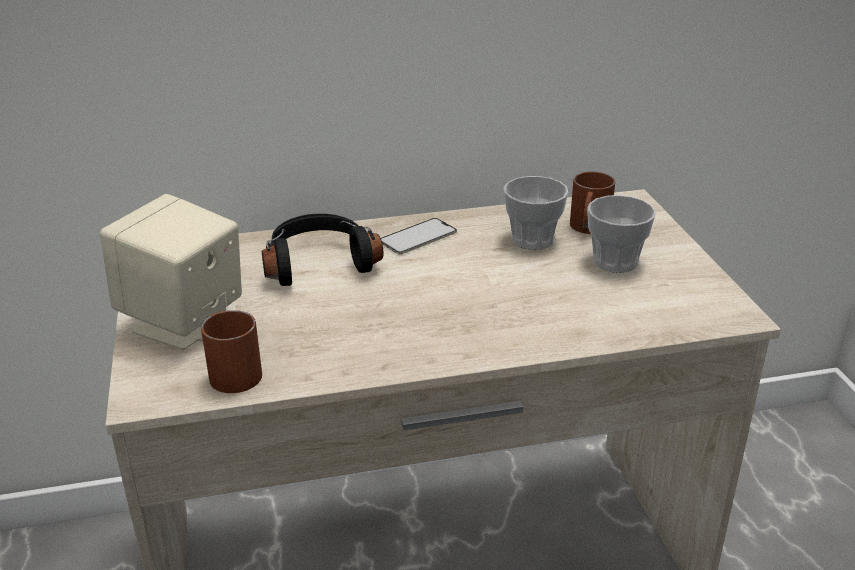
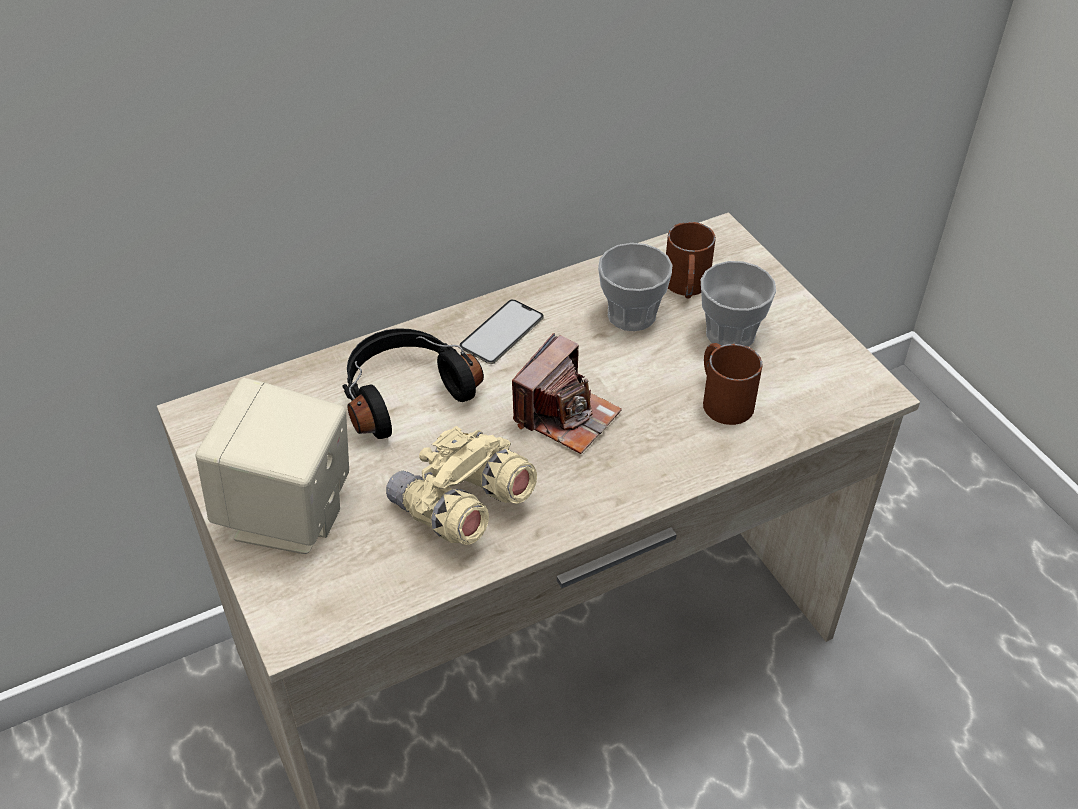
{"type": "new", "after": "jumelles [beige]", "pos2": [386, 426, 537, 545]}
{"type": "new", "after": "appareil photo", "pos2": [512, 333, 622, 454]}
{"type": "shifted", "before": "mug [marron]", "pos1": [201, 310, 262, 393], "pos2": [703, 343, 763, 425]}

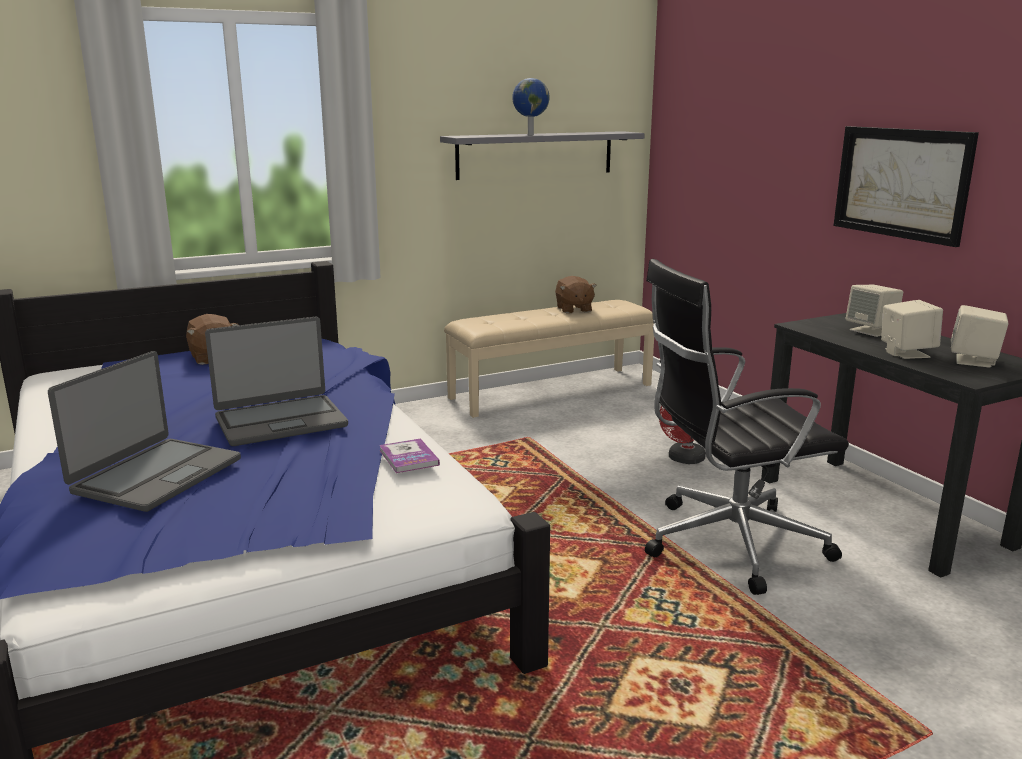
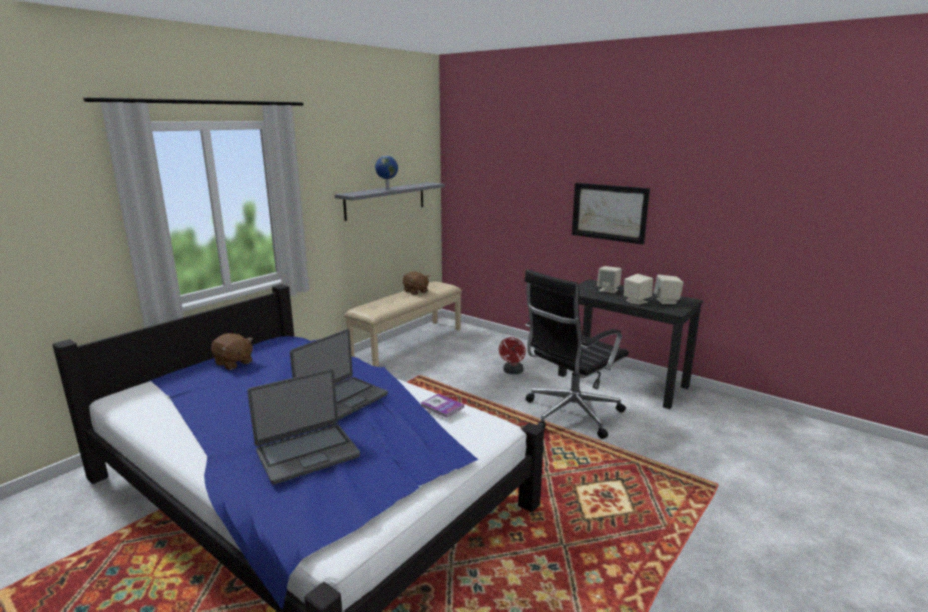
{"type": "rotated", "before": "ordinateur portable", "pos1": [48, 351, 241, 512], "pos2": [247, 369, 360, 484], "turn": 60}

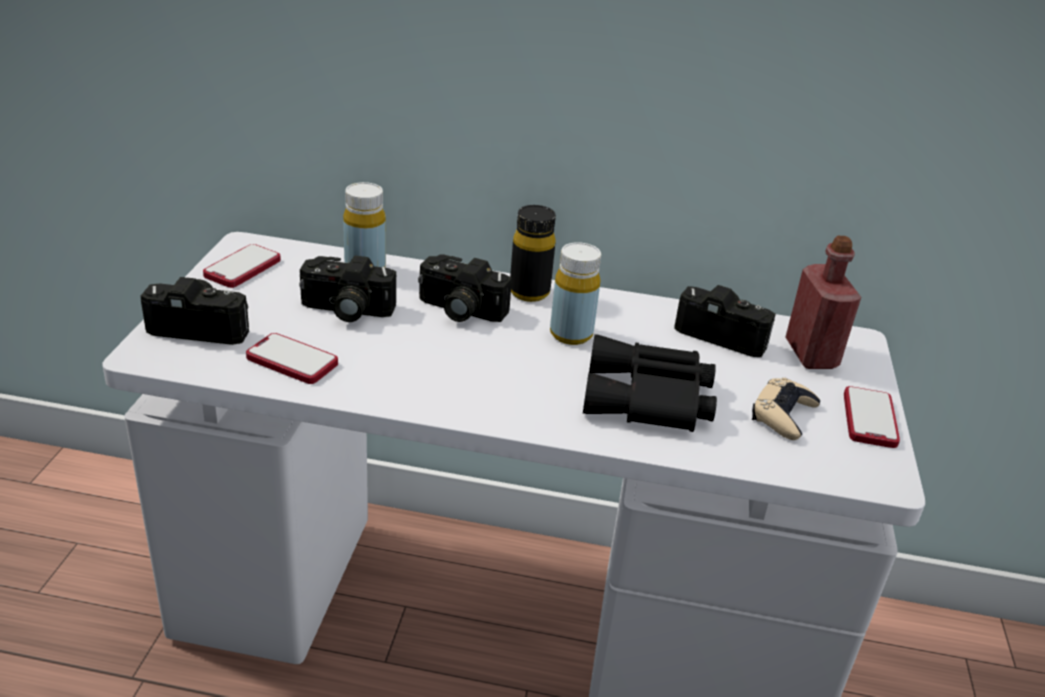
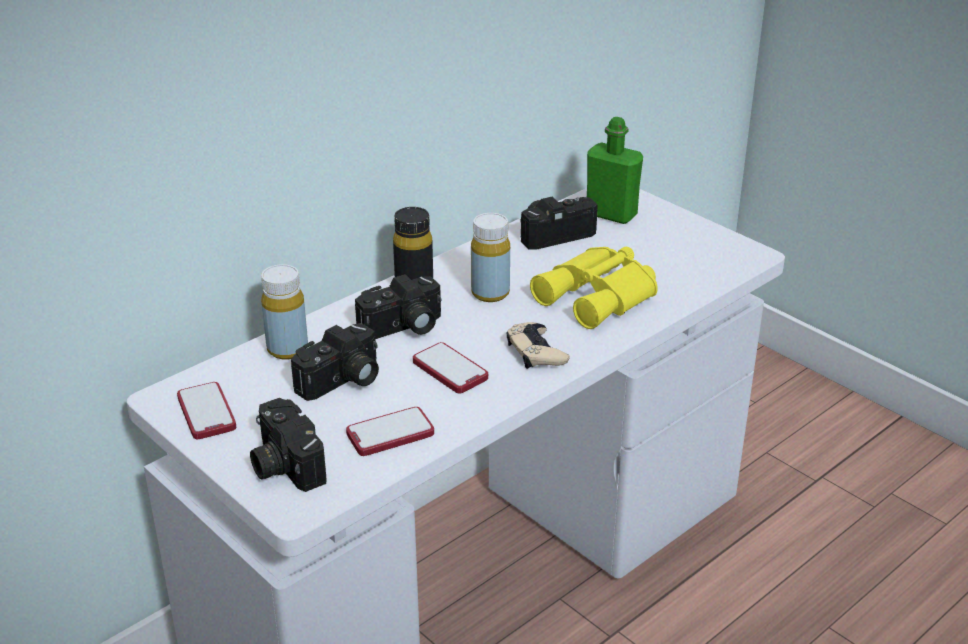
{"type": "rotated", "before": "appareil photo", "pos1": [141, 277, 249, 345], "pos2": [250, 398, 326, 492], "turn": -75}
{"type": "shifted", "before": "téléphone", "pos1": [844, 386, 900, 448], "pos2": [413, 342, 488, 393]}
{"type": "shifted", "before": "manette [beige]", "pos1": [752, 378, 820, 440], "pos2": [506, 322, 570, 369]}
{"type": "repainted", "before": "jumelles [noir]", "after": "jumelles [jaune]", "pos1": [583, 334, 717, 432], "pos2": [530, 247, 658, 329]}
{"type": "repainted", "before": "bouteille [rouge]", "after": "bouteille [vert]", "pos1": [785, 236, 861, 369], "pos2": [587, 117, 643, 224]}

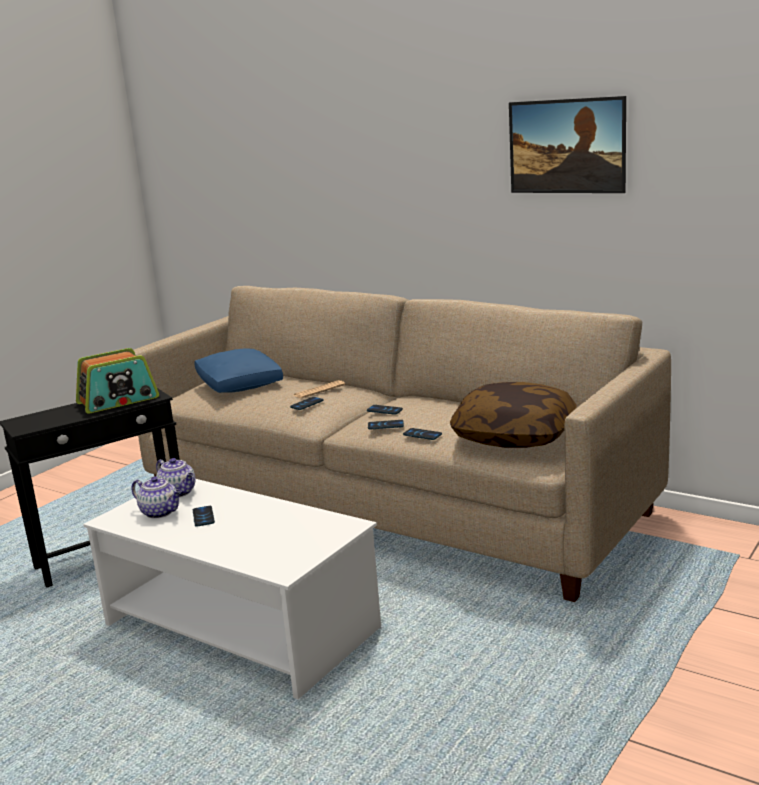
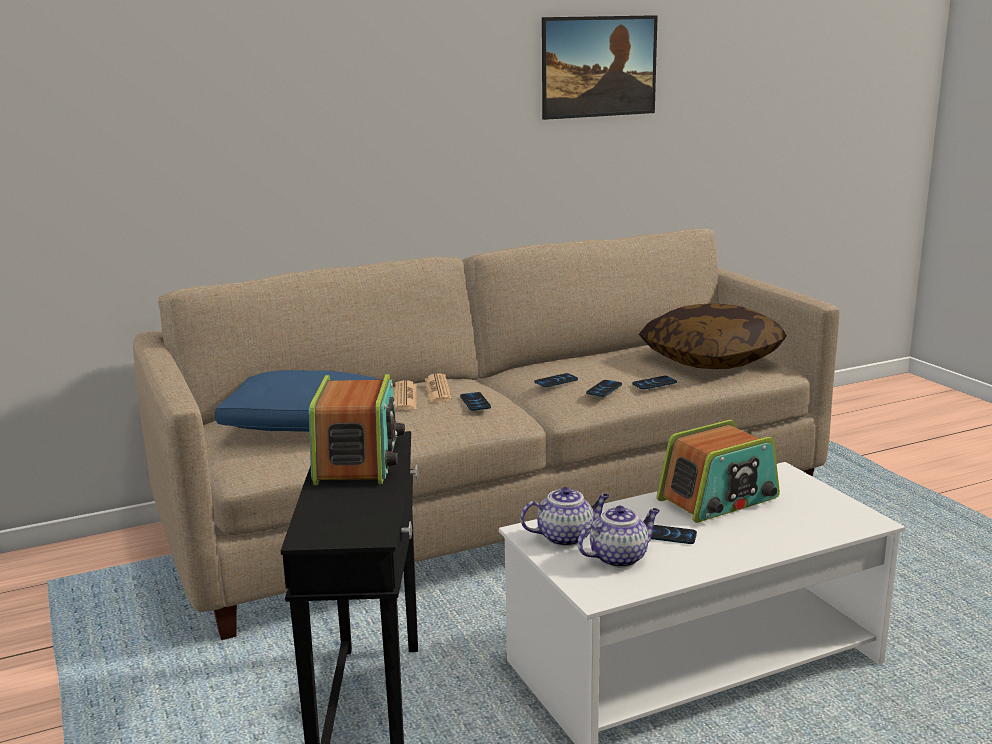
{"type": "new", "after": "journal", "pos2": [395, 380, 417, 411]}
{"type": "new", "after": "radio", "pos2": [657, 420, 780, 523]}

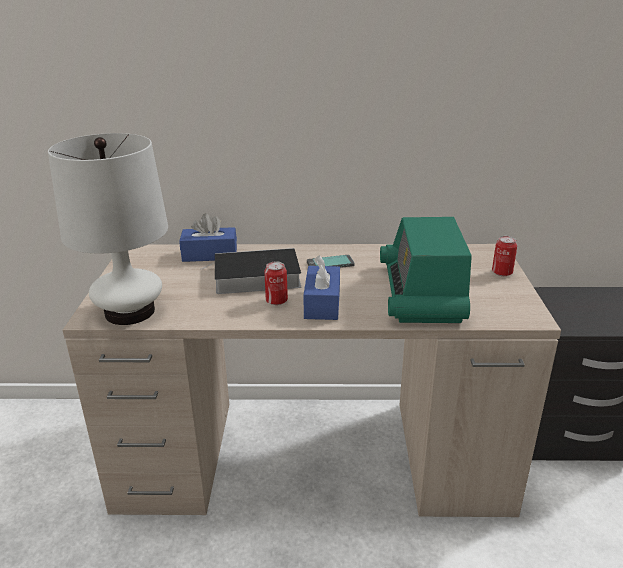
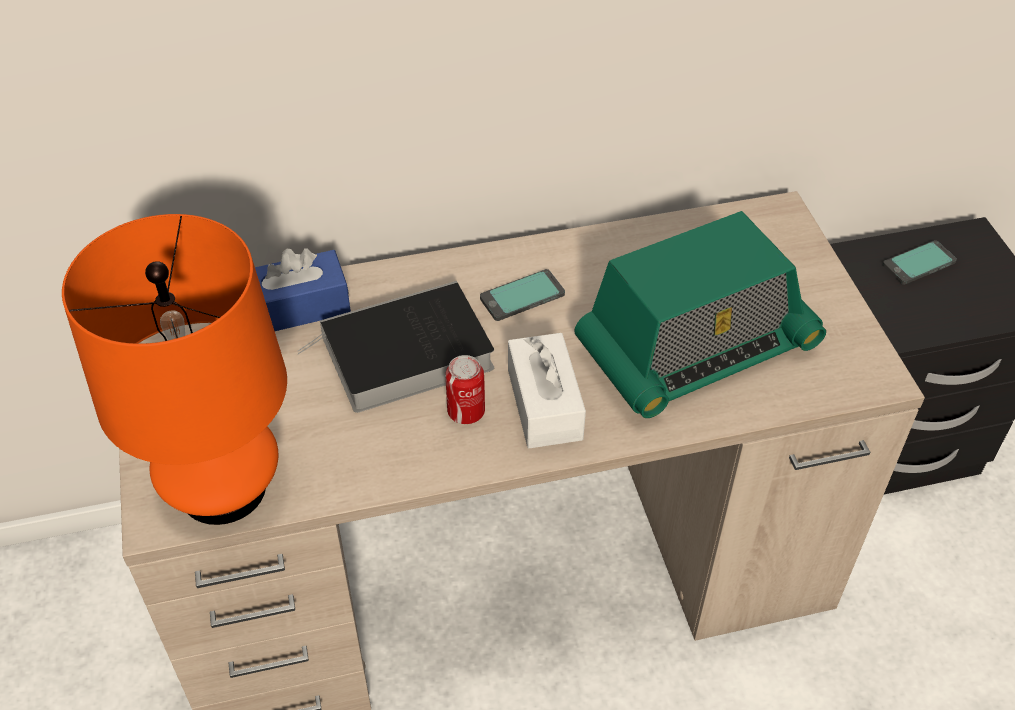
{"type": "repainted", "before": "lampe de table [blanc]", "after": "lampe de table [orange]", "pos1": [48, 133, 168, 325], "pos2": [62, 214, 287, 525]}
{"type": "repainted", "before": "boîte à mouchoirs [bleu]", "after": "boîte à mouchoirs [blanc]", "pos1": [303, 255, 340, 320], "pos2": [508, 333, 586, 448]}
{"type": "rotated", "before": "radio", "pos1": [380, 217, 472, 323], "pos2": [574, 211, 826, 418], "turn": -105}
{"type": "new", "after": "téléphone", "pos2": [883, 240, 957, 285]}
{"type": "gone", "before": "boîte métallique", "pos1": [492, 236, 517, 276]}

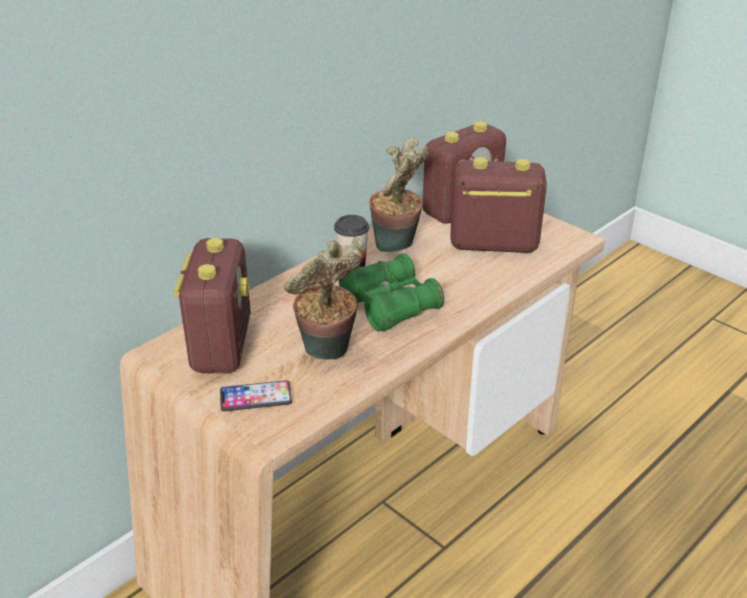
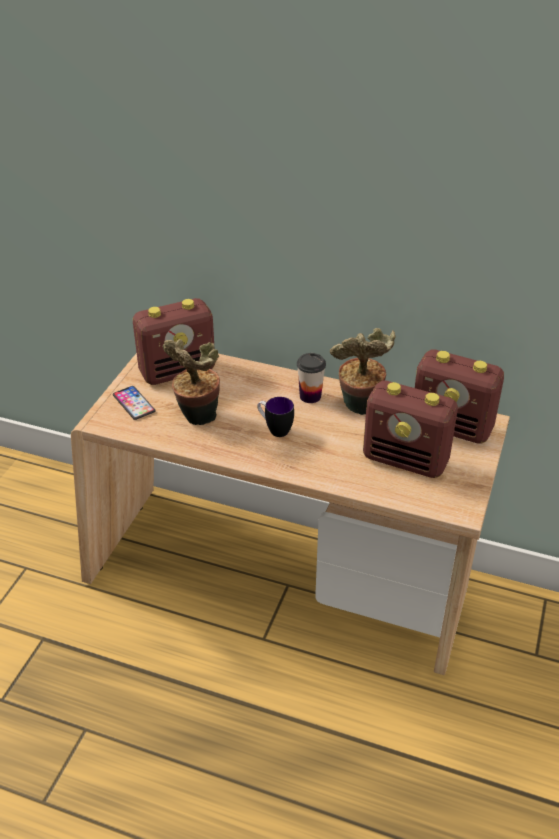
{"type": "swapped", "before": "jumelles [vert]", "after": "mug", "pos1": [338, 253, 445, 332], "pos2": [257, 397, 294, 437]}
{"type": "rotated", "before": "radio", "pos1": [450, 157, 547, 253], "pos2": [363, 380, 458, 478], "turn": 135}

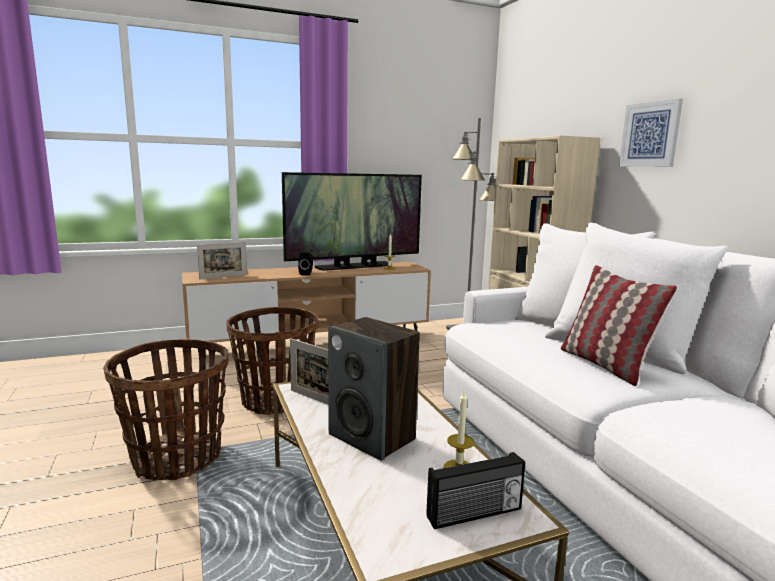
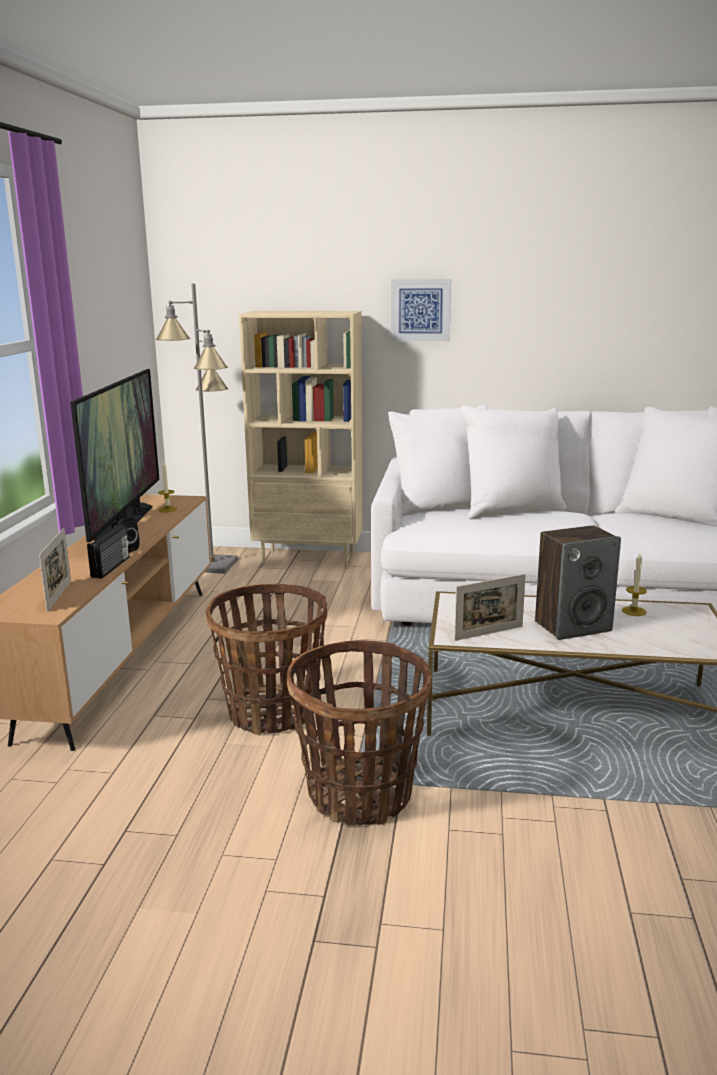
{"type": "shifted", "before": "radio", "pos1": [426, 452, 525, 529], "pos2": [87, 525, 129, 578]}
{"type": "gone", "before": "coussin", "pos1": [561, 265, 677, 386]}

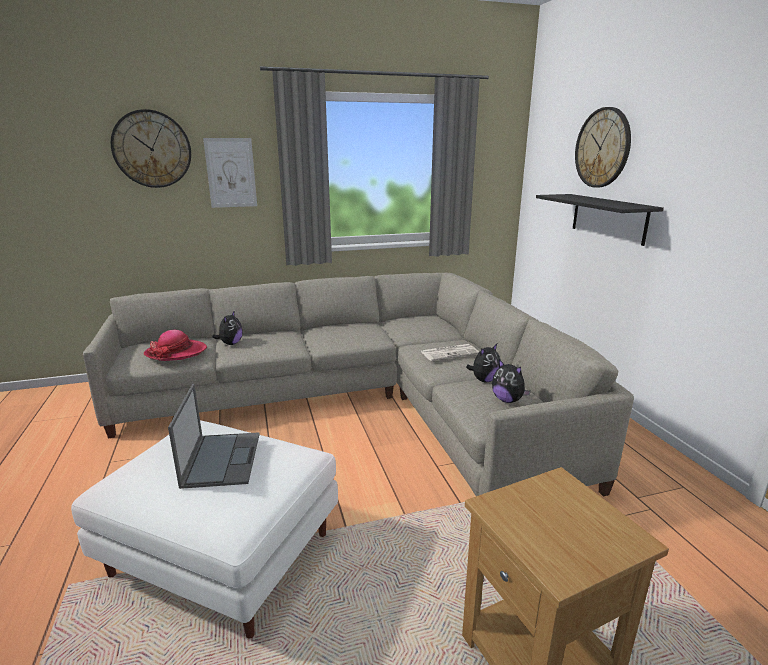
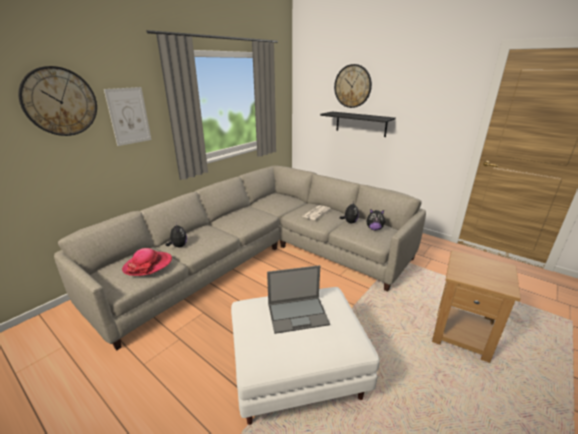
{"type": "rotated", "before": "ordinateur portable", "pos1": [168, 384, 260, 489], "pos2": [267, 265, 330, 334], "turn": 120}

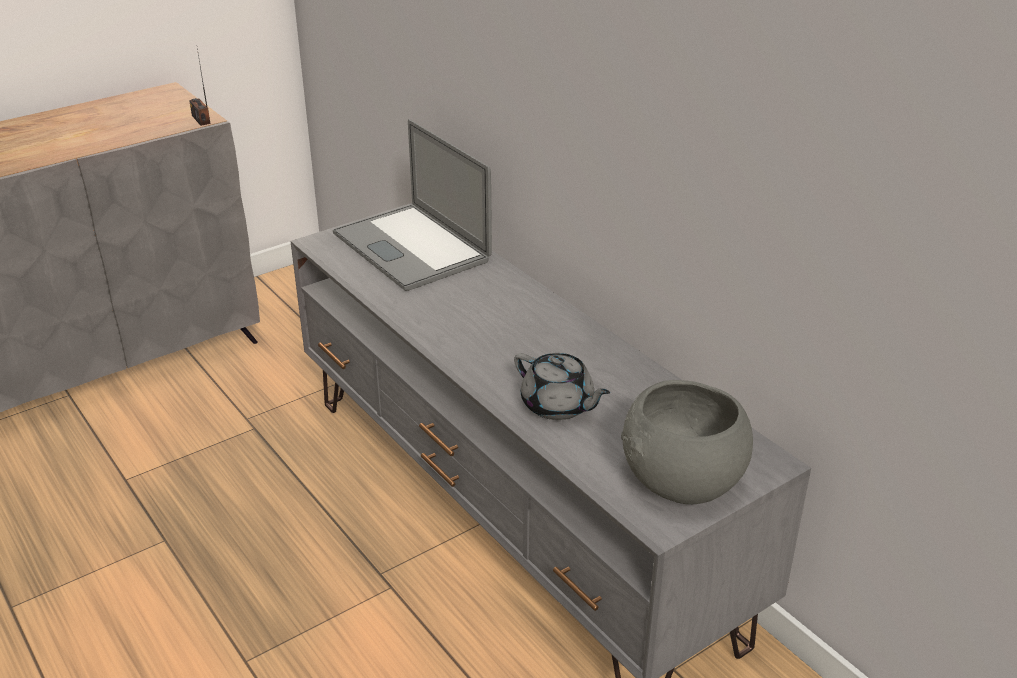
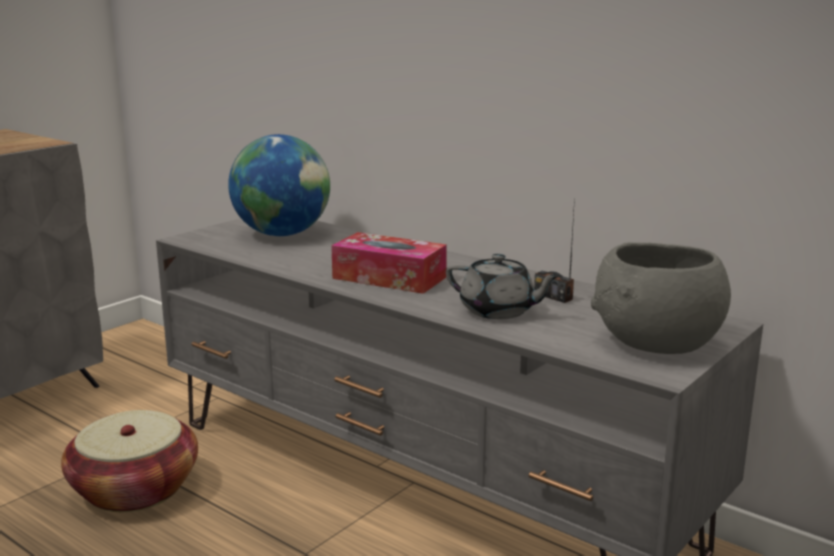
{"type": "new", "after": "panier", "pos2": [61, 410, 198, 512]}
{"type": "swapped", "before": "ordinateur portable", "after": "globe", "pos1": [333, 119, 492, 291], "pos2": [228, 134, 330, 236]}
{"type": "new", "after": "boîte à mouchoirs", "pos2": [331, 232, 447, 294]}
{"type": "shifted", "before": "radio", "pos1": [189, 48, 211, 126], "pos2": [534, 198, 575, 303]}

